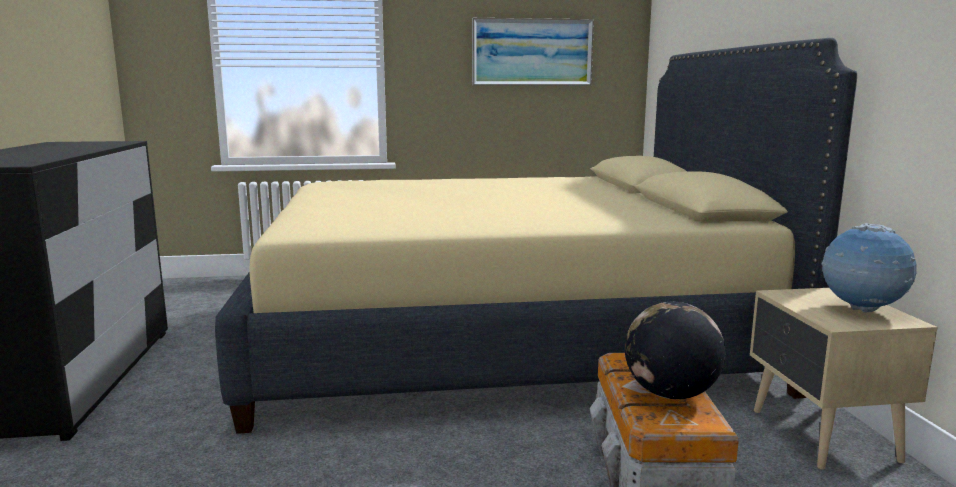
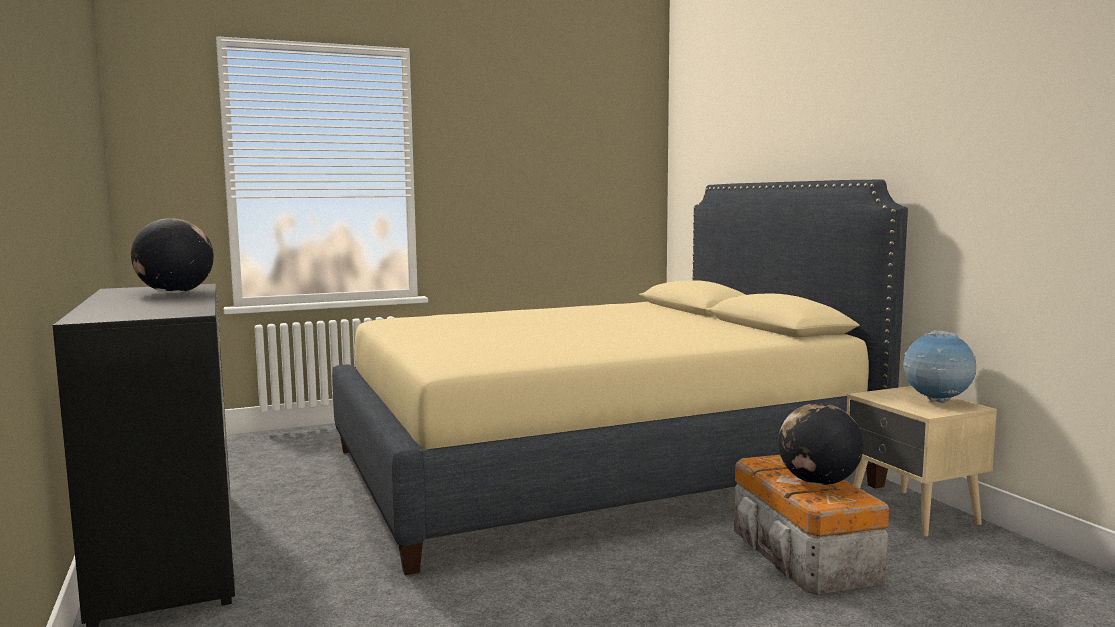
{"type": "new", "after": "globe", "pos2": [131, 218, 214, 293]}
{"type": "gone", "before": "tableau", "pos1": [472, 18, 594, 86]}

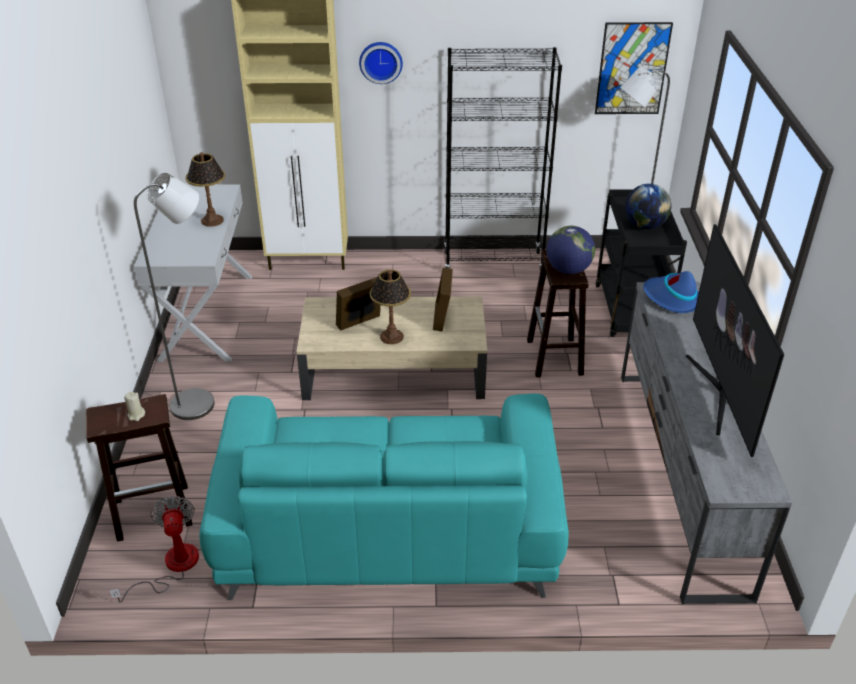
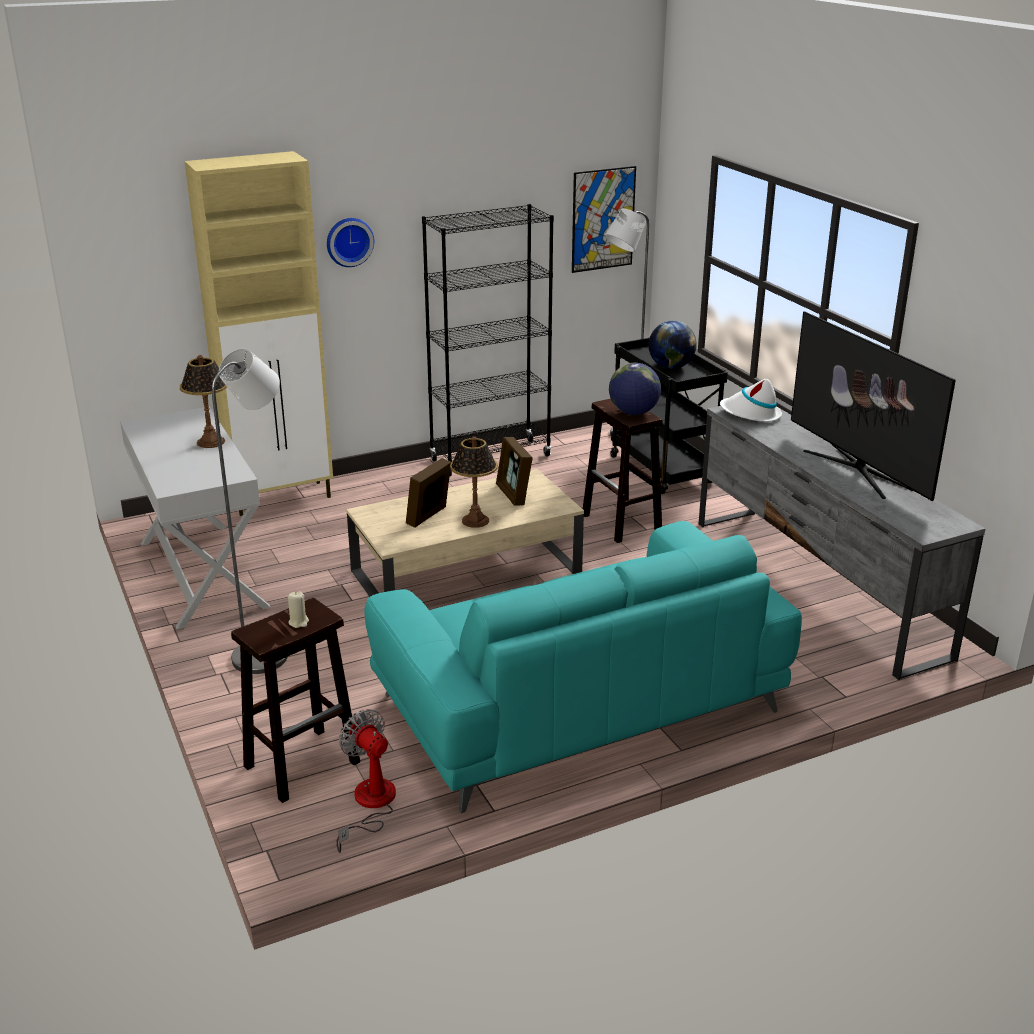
{"type": "repainted", "before": "chapeau [bleu]", "after": "chapeau [blanc]", "pos1": [643, 271, 699, 313], "pos2": [720, 379, 782, 422]}

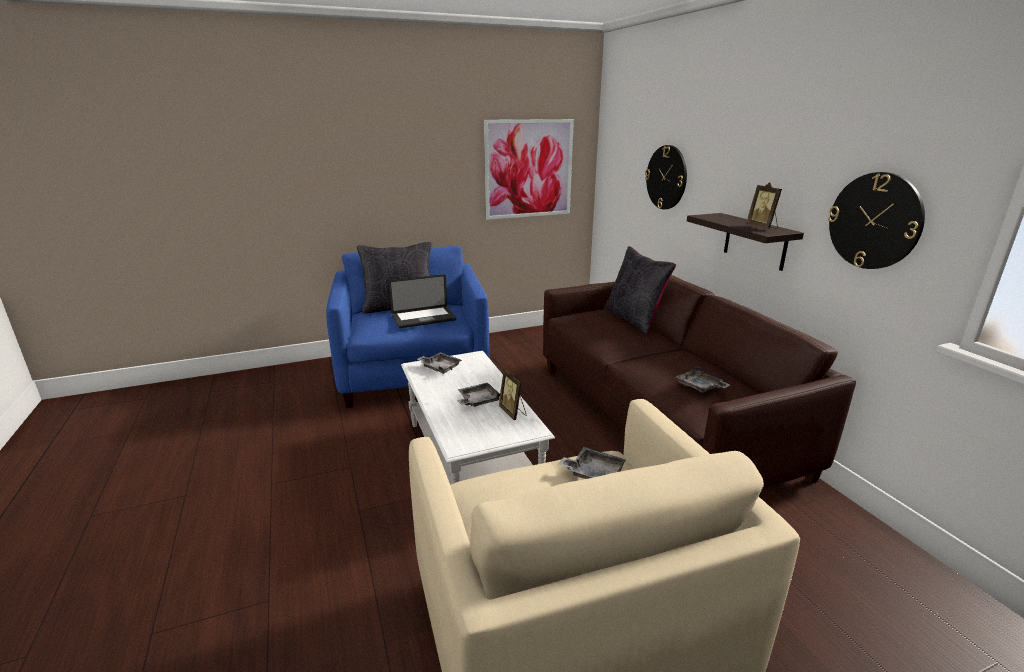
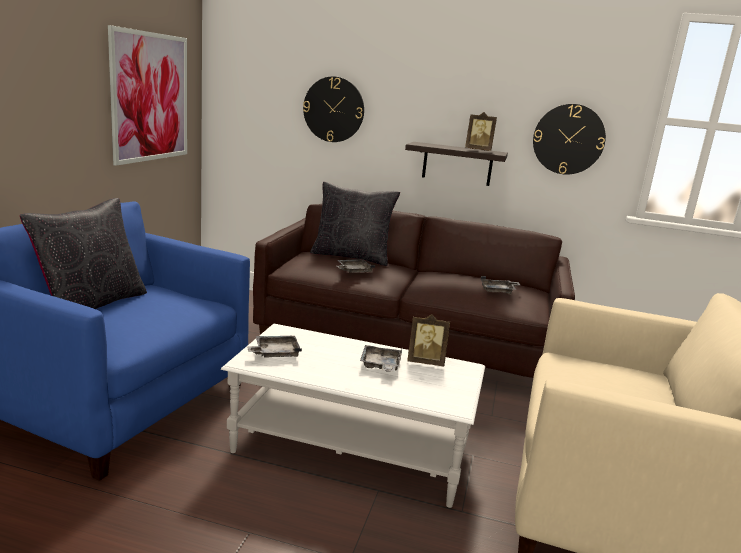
{"type": "shifted", "before": "plateau [gris]", "pos1": [559, 447, 626, 479], "pos2": [337, 259, 375, 273]}
{"type": "gone", "before": "ordinateur portable", "pos1": [389, 275, 457, 328]}

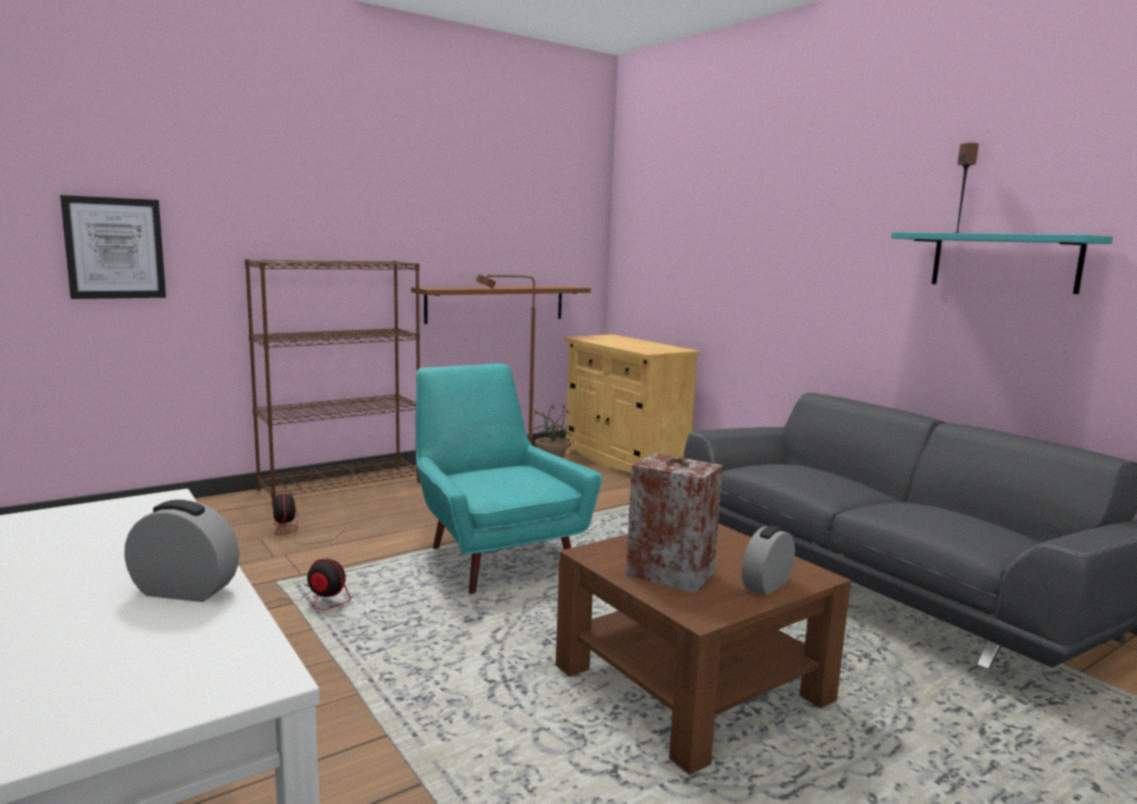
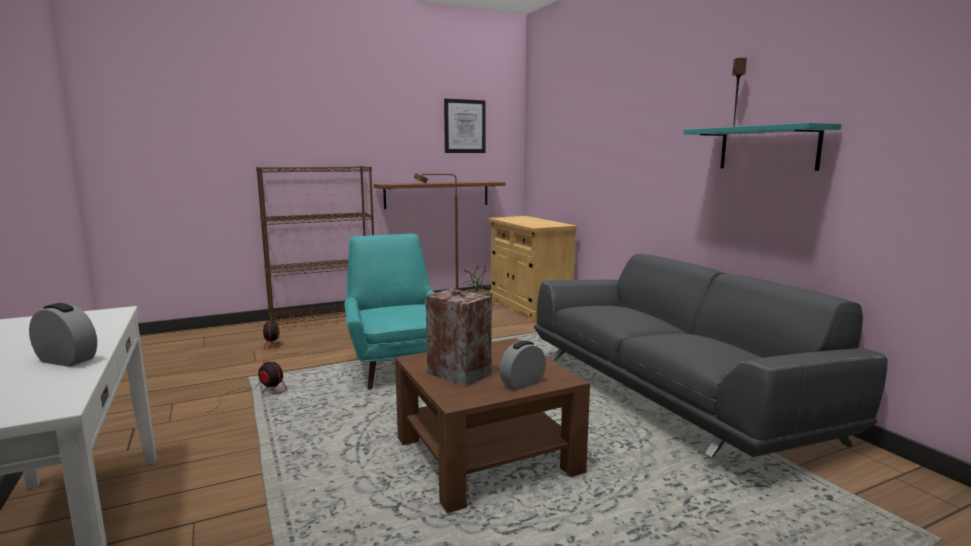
{"type": "shifted", "before": "tableau", "pos1": [60, 195, 166, 299], "pos2": [444, 99, 486, 153]}

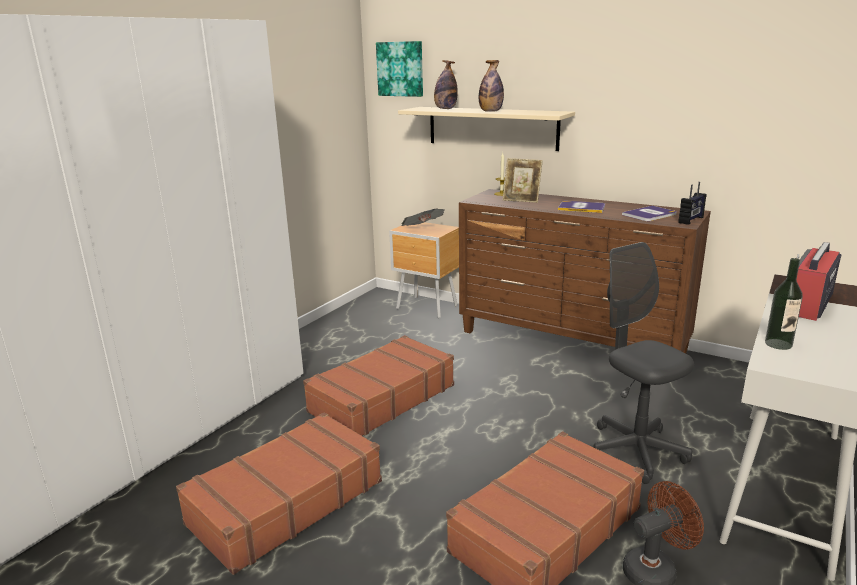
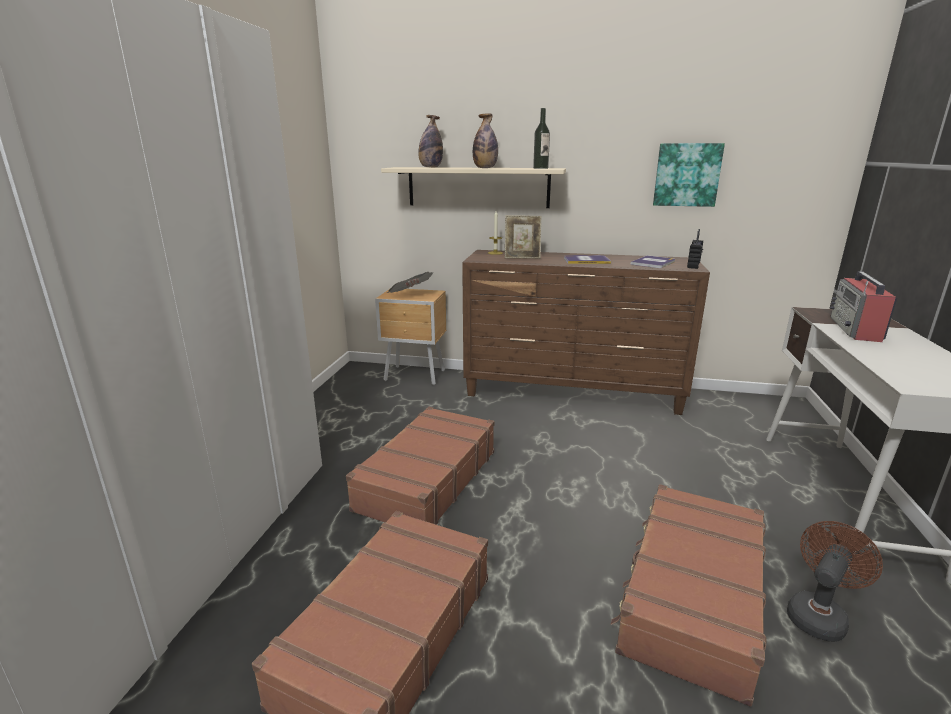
{"type": "shifted", "before": "bouteille", "pos1": [765, 258, 803, 350], "pos2": [533, 108, 550, 169]}
{"type": "shifted", "before": "tableau", "pos1": [376, 41, 423, 97], "pos2": [653, 143, 725, 207]}
{"type": "gone", "before": "chaise de bureau [gris]", "pos1": [593, 242, 694, 484]}

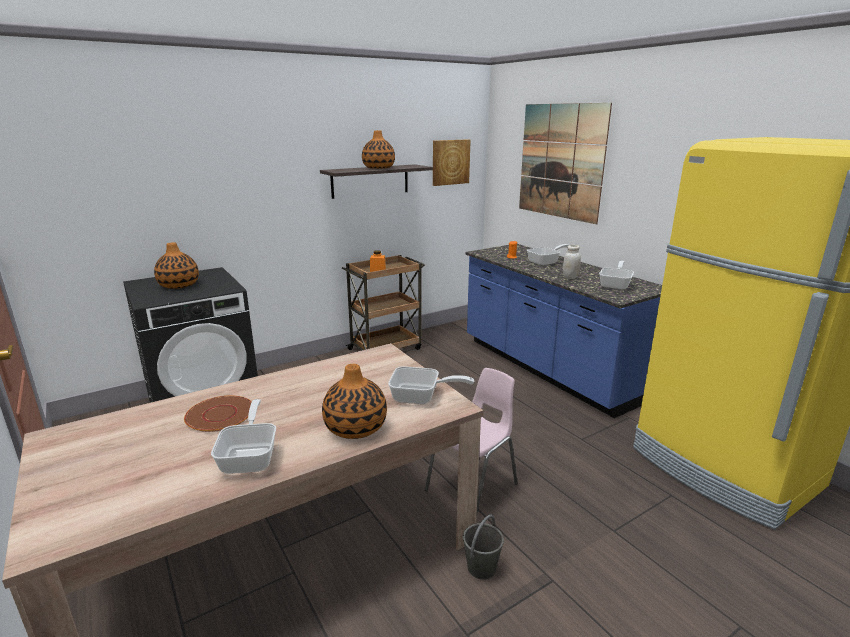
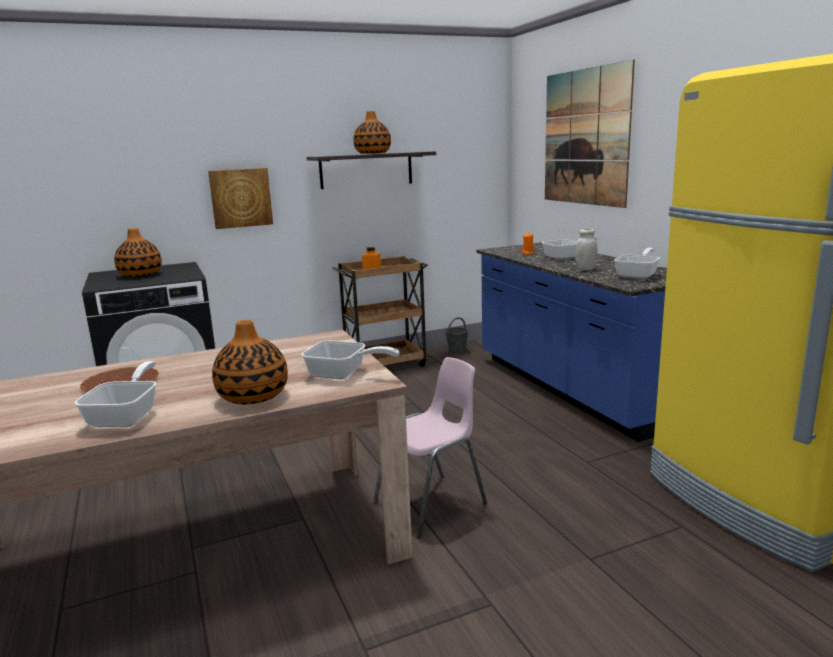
{"type": "shifted", "before": "tableau", "pos1": [433, 139, 471, 186], "pos2": [208, 168, 273, 229]}
{"type": "shifted", "before": "seau [gris]", "pos1": [463, 515, 504, 579], "pos2": [445, 317, 468, 354]}

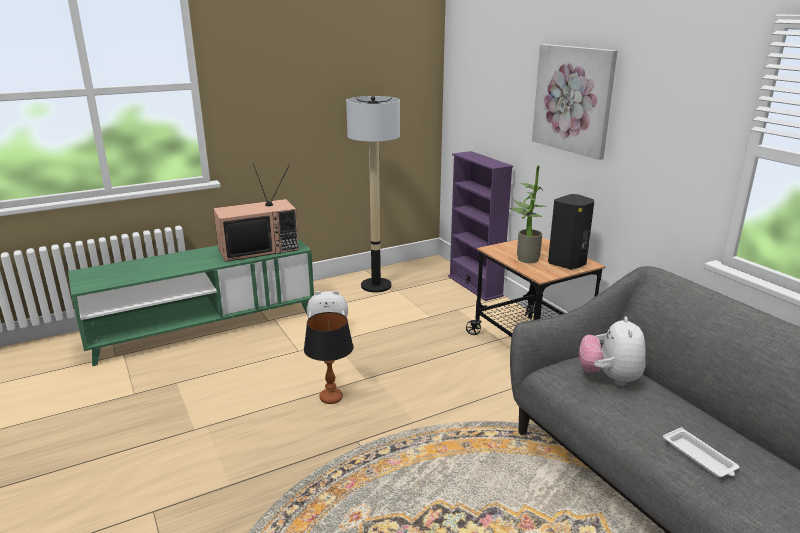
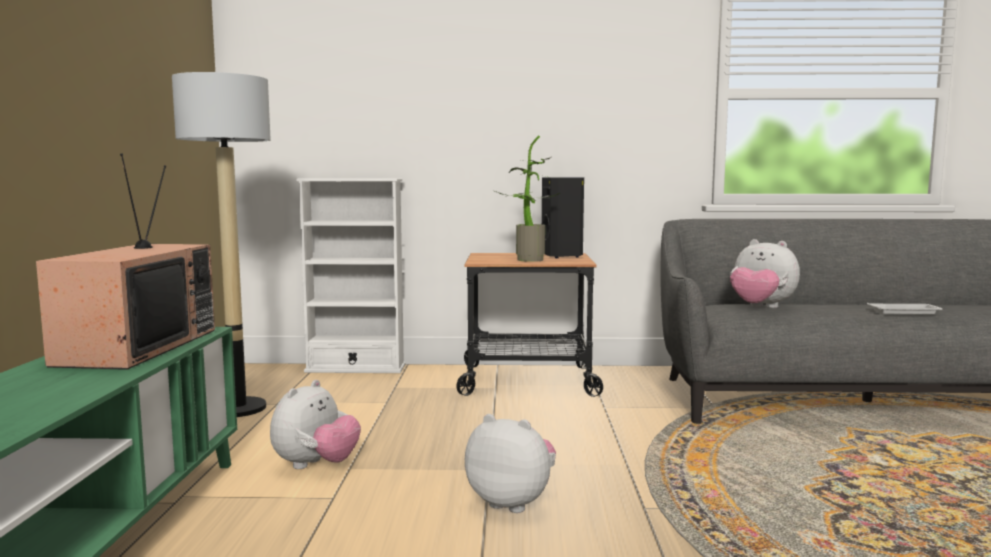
{"type": "repainted", "before": "bibliothèque [violet]", "after": "bibliothèque [blanc]", "pos1": [448, 151, 513, 301], "pos2": [296, 178, 405, 373]}
{"type": "swapped", "before": "lampe de table", "after": "peluche", "pos1": [304, 312, 353, 404], "pos2": [465, 414, 556, 513]}
{"type": "gone", "before": "tableau", "pos1": [532, 44, 618, 160]}

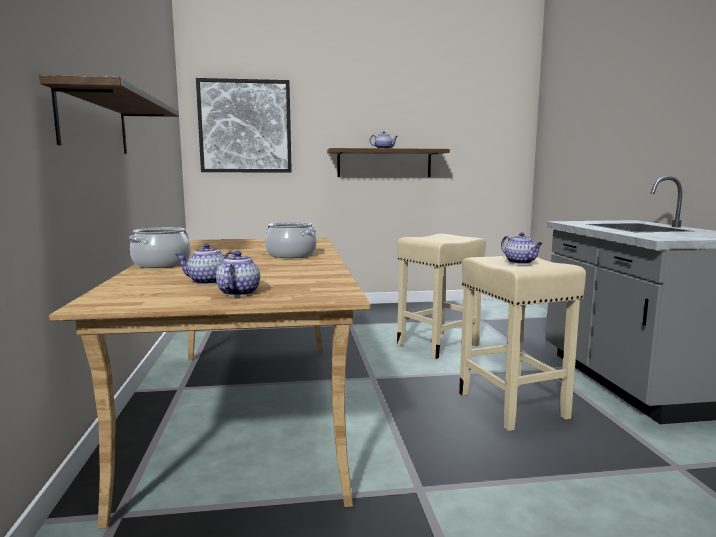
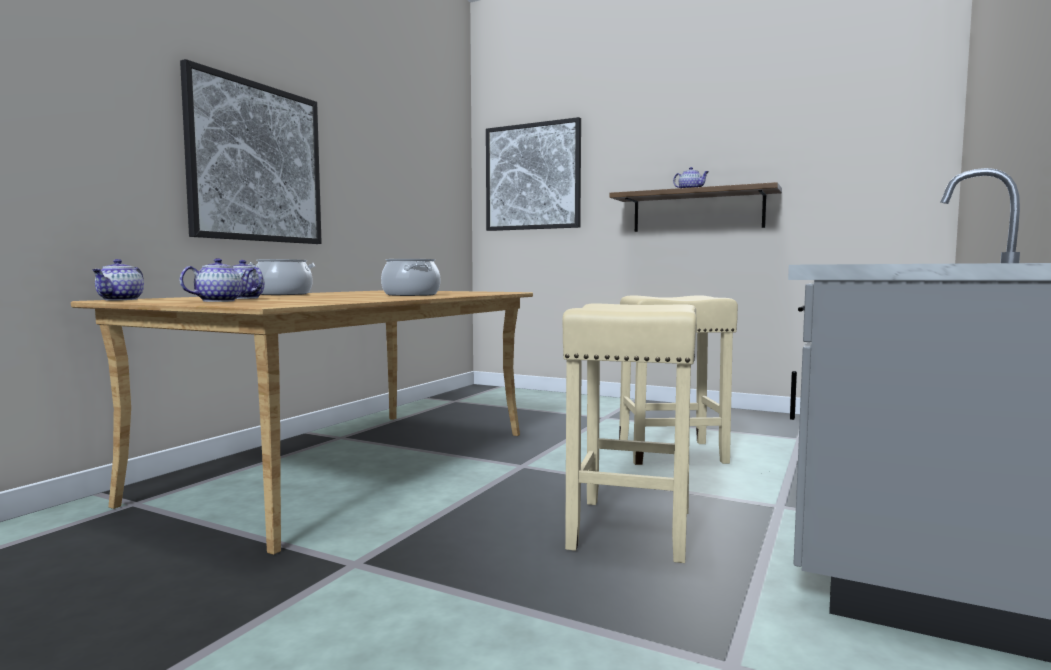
{"type": "shifted", "before": "théière", "pos1": [501, 232, 543, 264], "pos2": [92, 259, 144, 301]}
{"type": "swapped", "before": "étagère", "after": "tableau", "pos1": [39, 75, 179, 154], "pos2": [180, 59, 322, 244]}

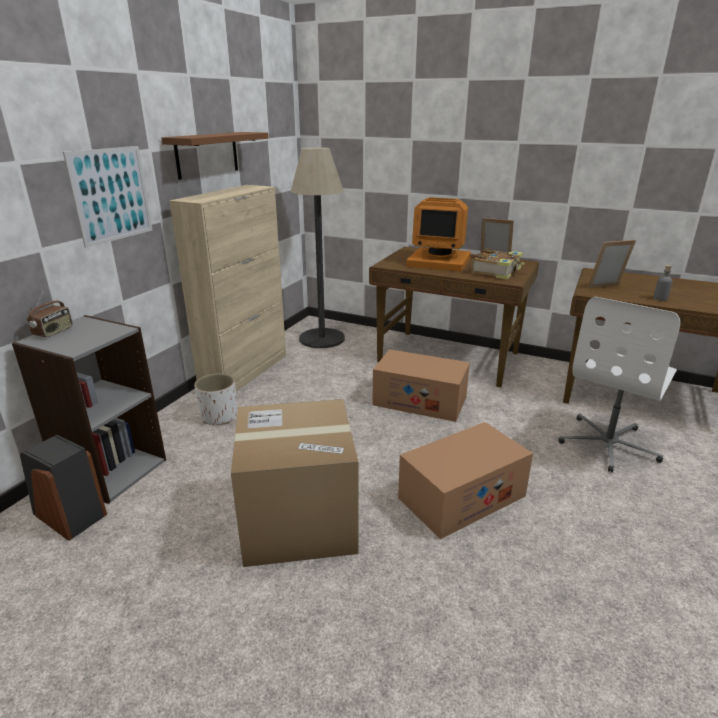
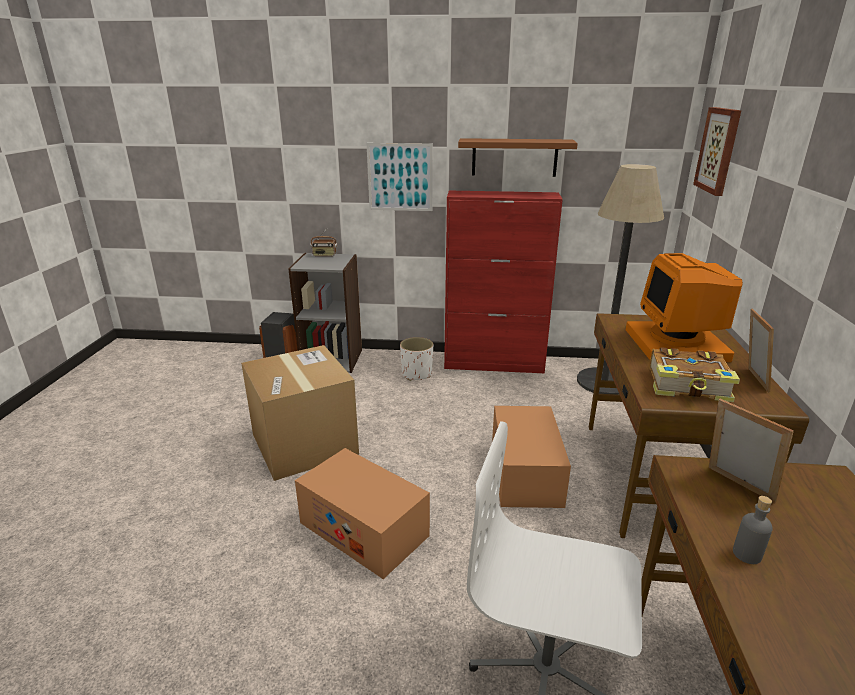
{"type": "repainted", "before": "meuble de rangement [beige]", "after": "meuble de rangement [rouge]", "pos1": [169, 185, 286, 391], "pos2": [444, 191, 563, 373]}
{"type": "new", "after": "tableau", "pos2": [693, 107, 741, 196]}

